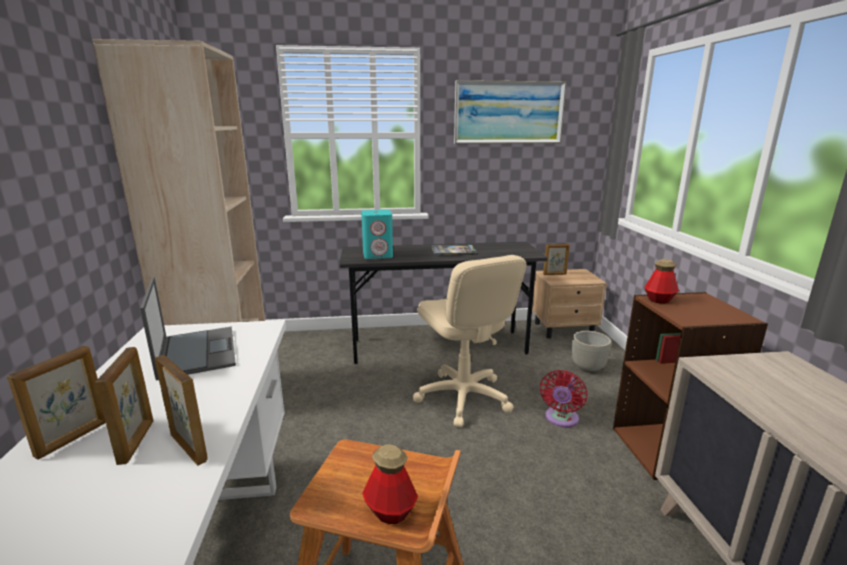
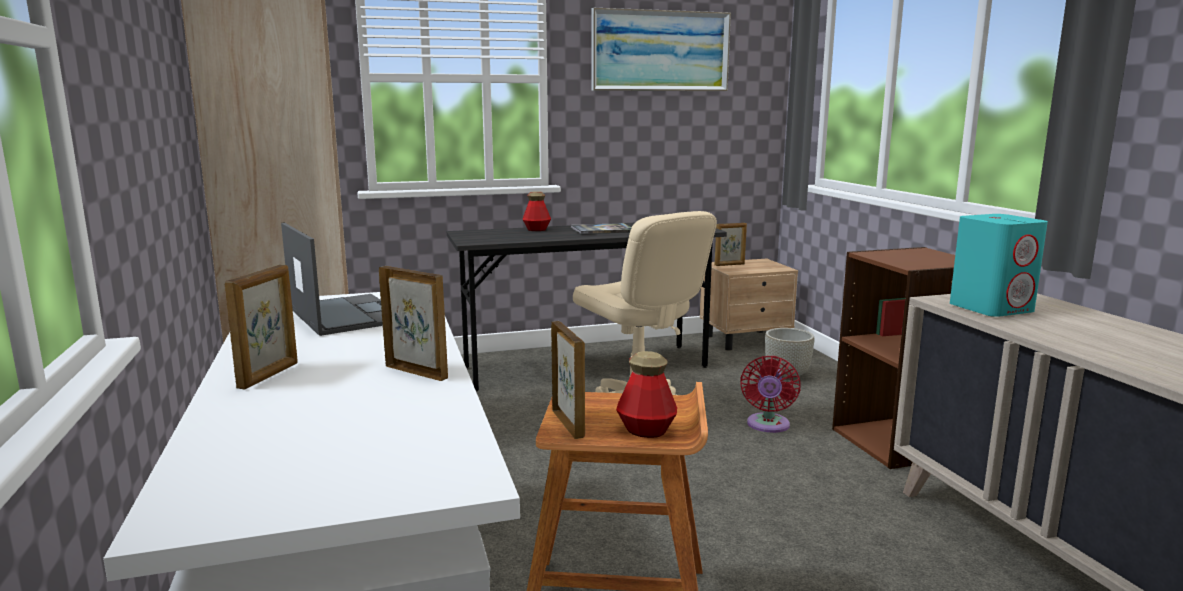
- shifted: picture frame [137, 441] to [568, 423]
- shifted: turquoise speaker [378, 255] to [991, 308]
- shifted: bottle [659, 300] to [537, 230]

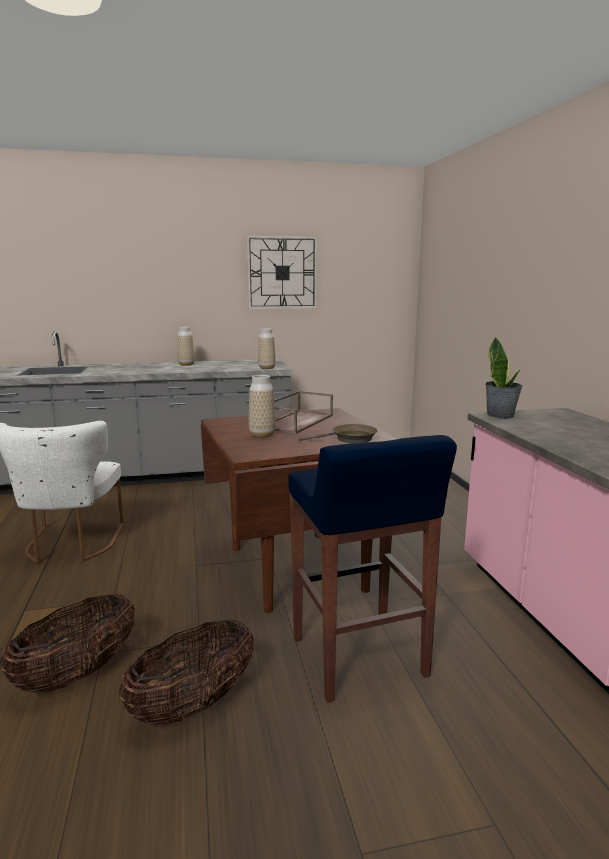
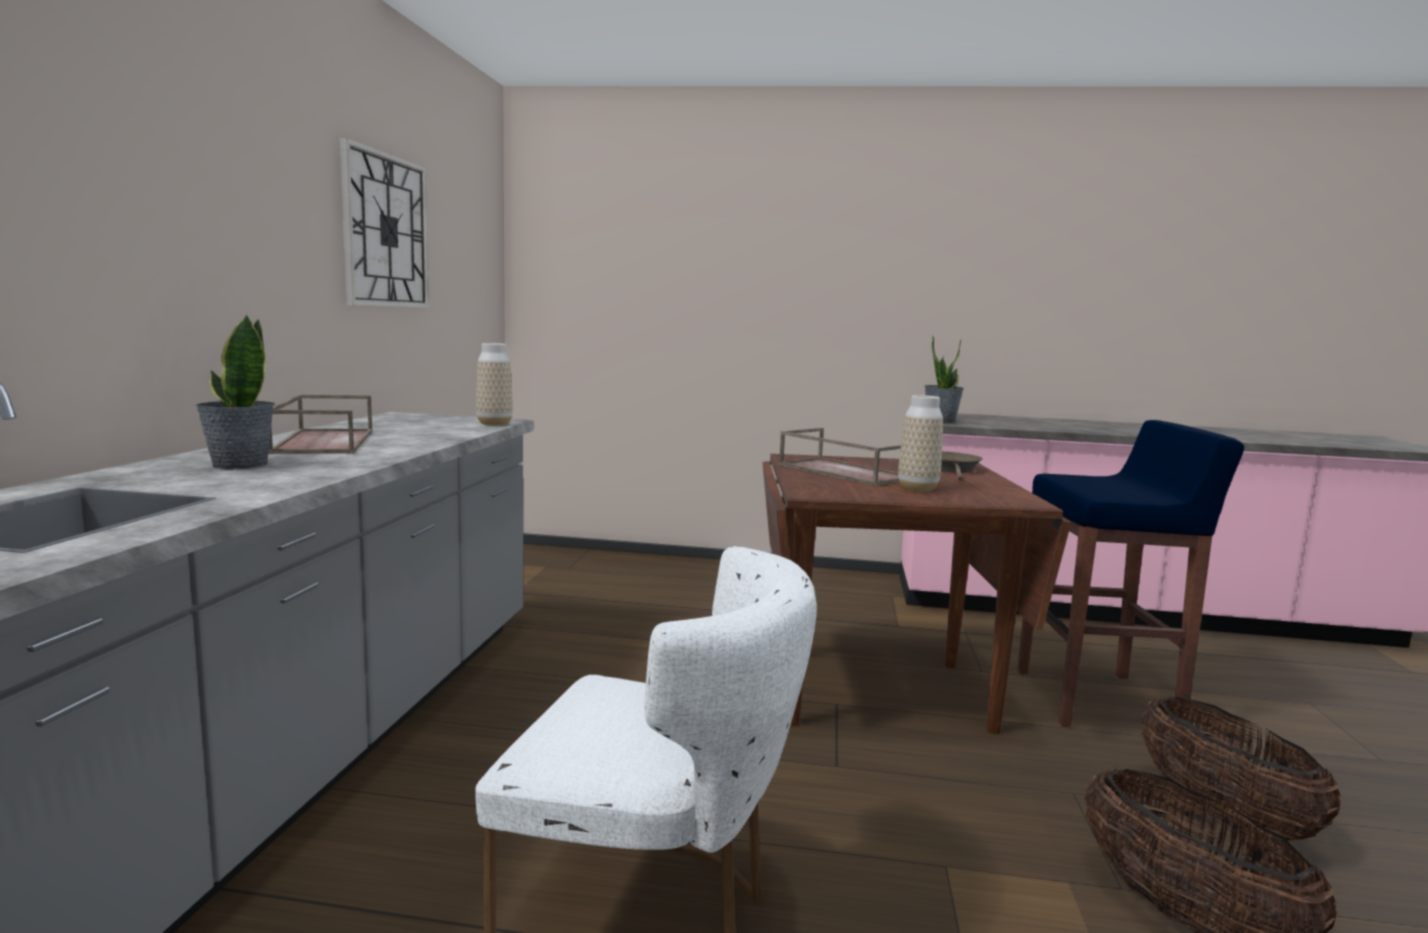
- swapped: vase [186, 365] to brown tray [323, 441]
- new: potted plant [239, 465]

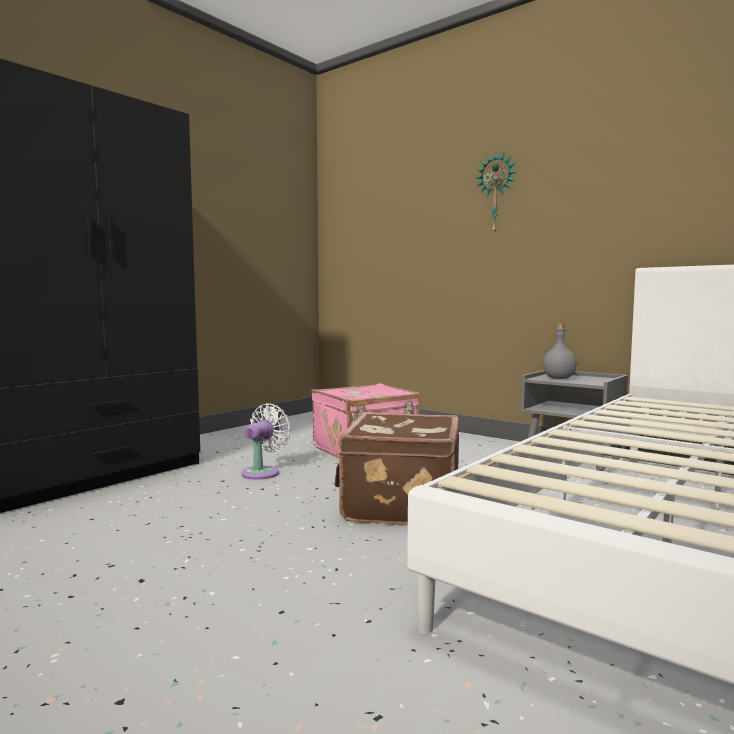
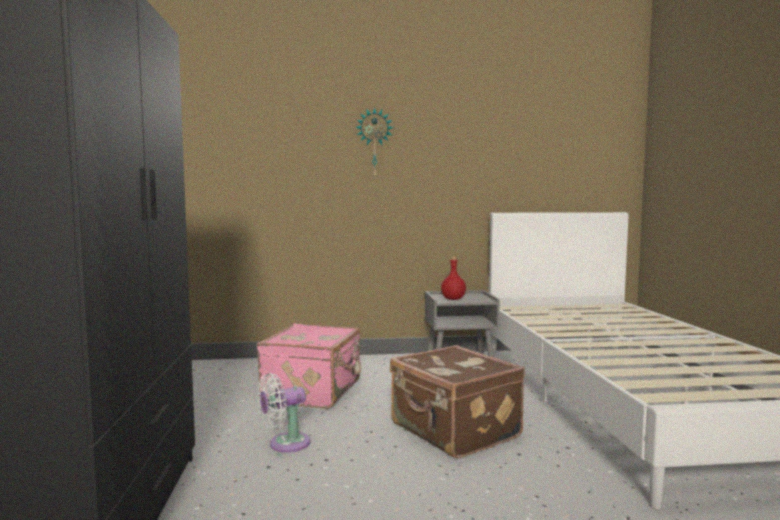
- rotated: white fan [263, 472] = [285, 444] 105 degrees counterclockwise
- repainted: grey bottle [559, 378] to red bottle [453, 299]

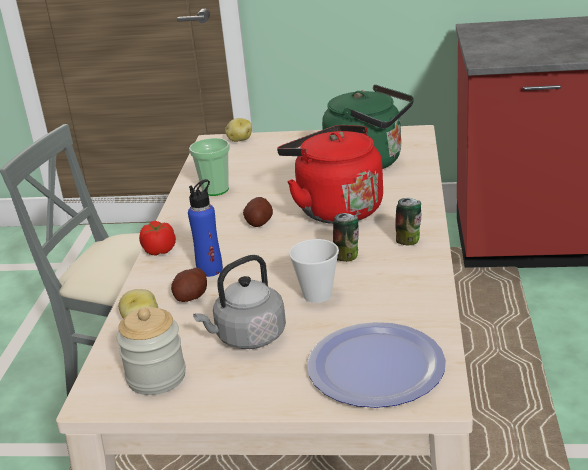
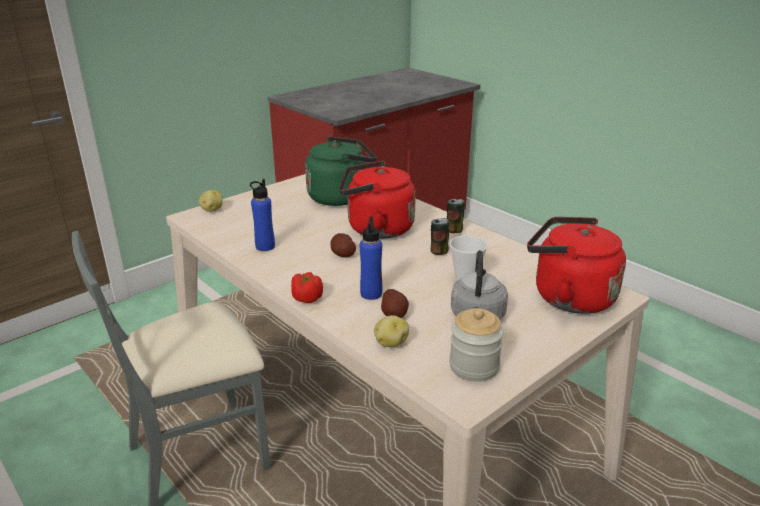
- swapped: cup [215, 190] to blue bottle [265, 246]
- swapped: plate [376, 366] to red kettle [568, 297]

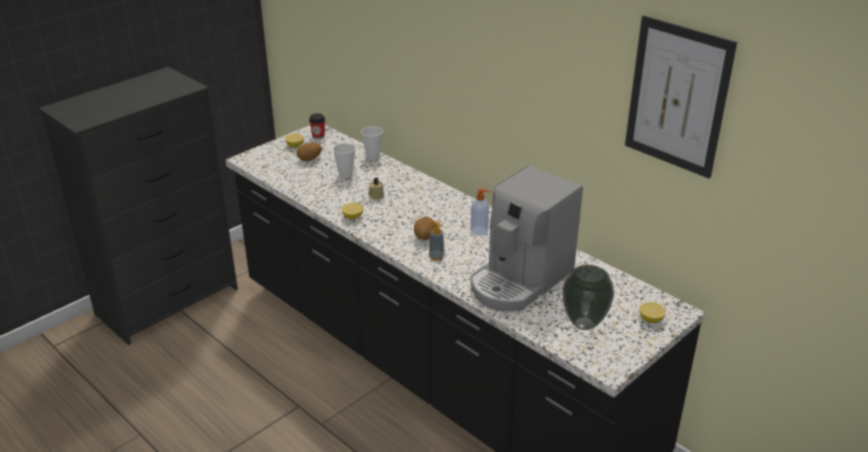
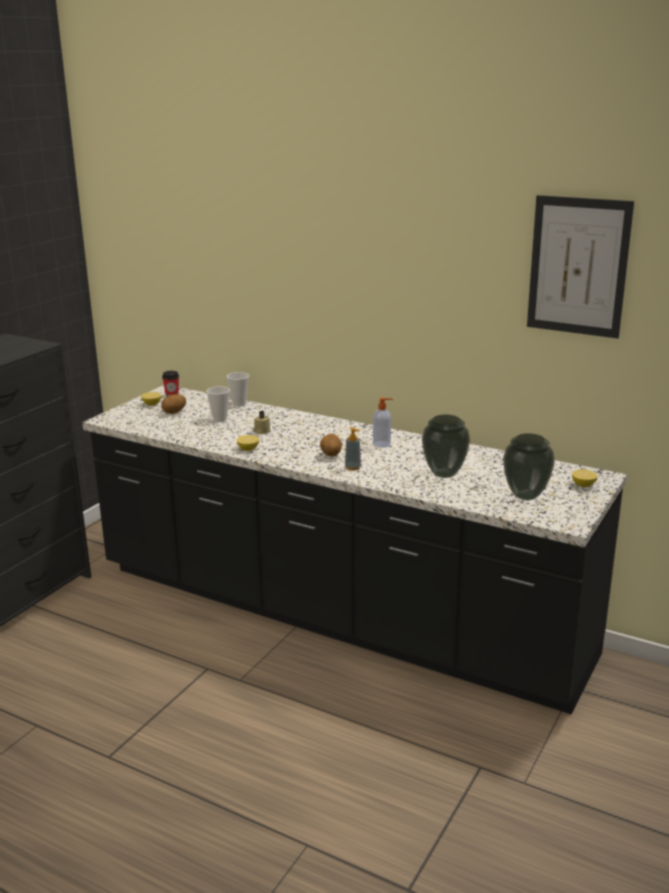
- swapped: coffee machine [520, 280] to vase [445, 474]

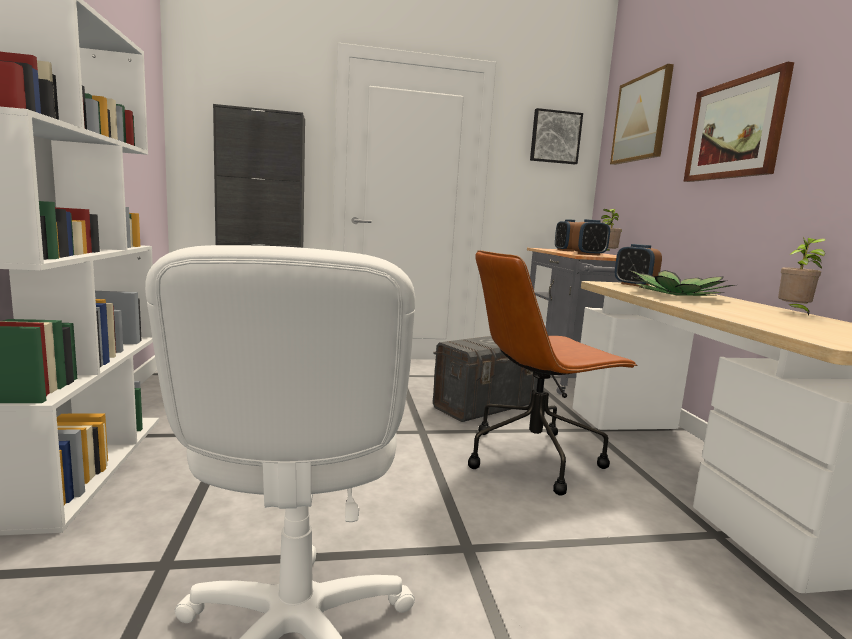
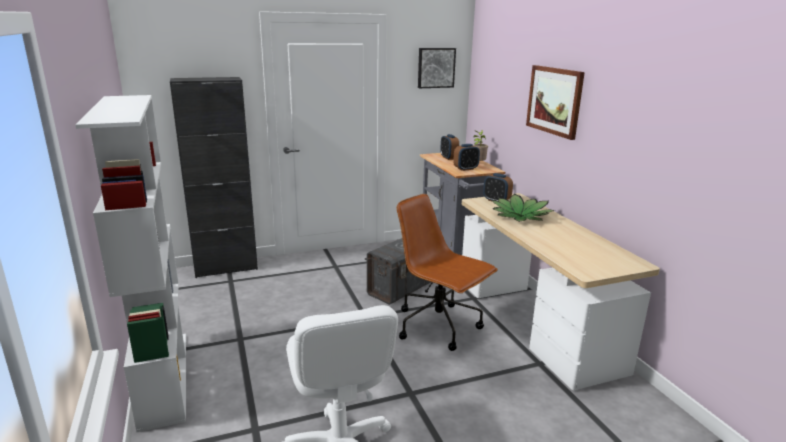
- rotated: brown office chair [534, 457] = [439, 326] 75 degrees clockwise
- gone: picture [641, 119]
- gone: potted plant [793, 312]

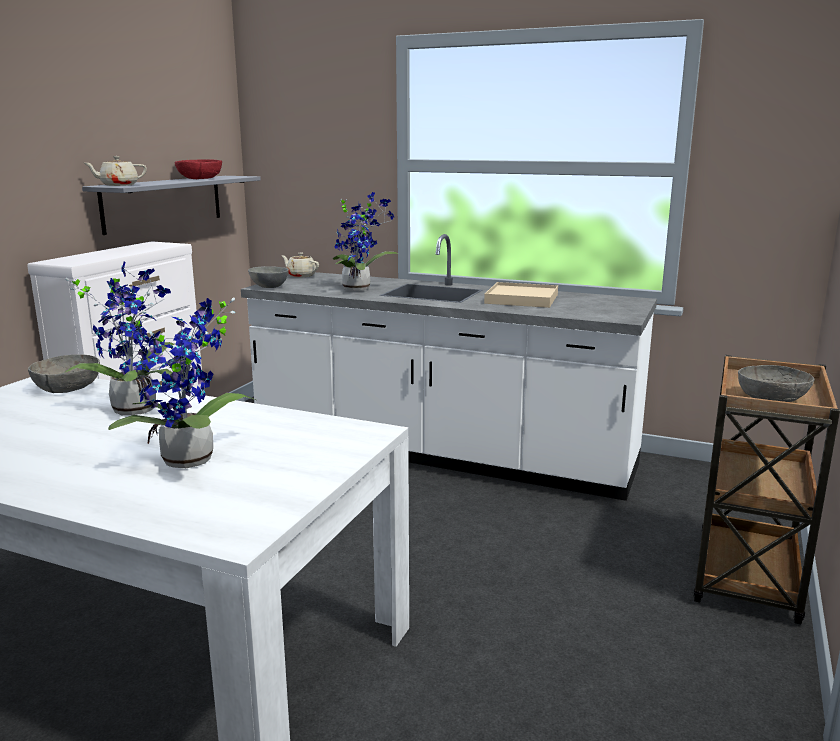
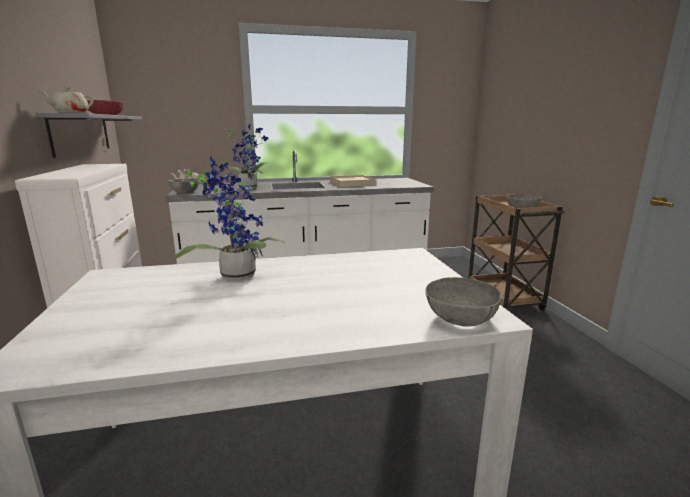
- shifted: grey bowl [67, 388] to [460, 317]
- gone: potted plant [192, 462]

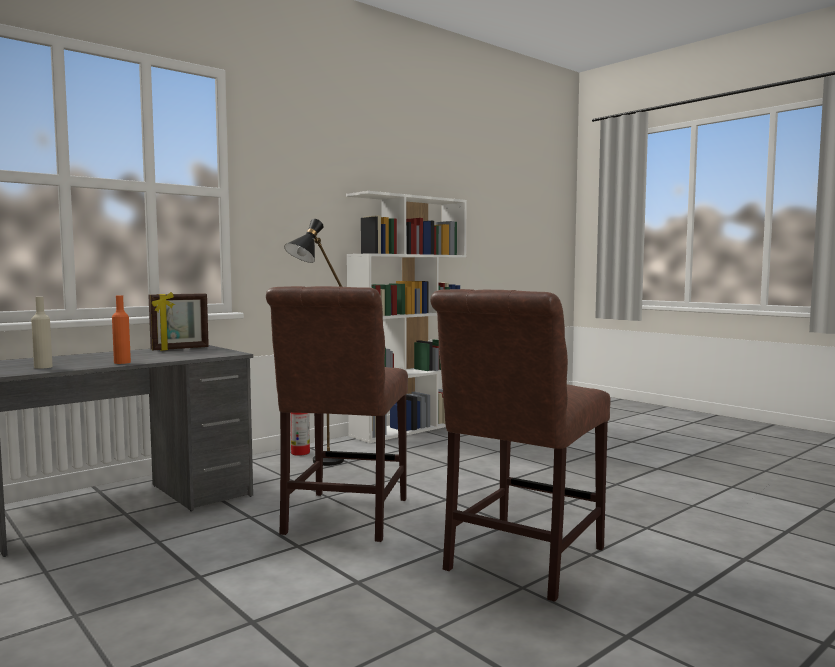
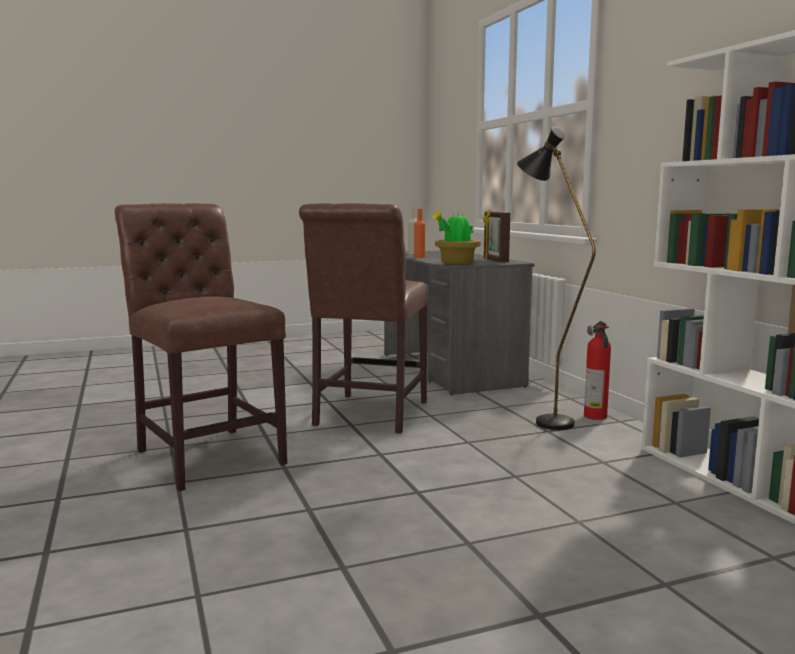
- rotated: brown chair [343, 518] = [368, 415] 105 degrees counterclockwise
- new: potted plant [455, 263]

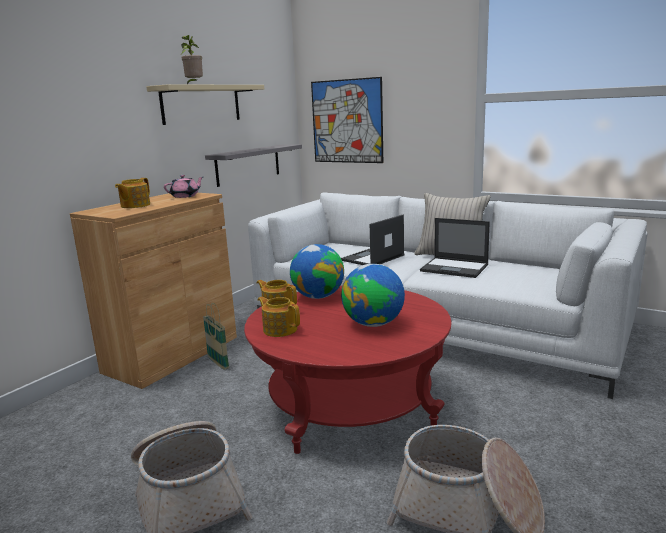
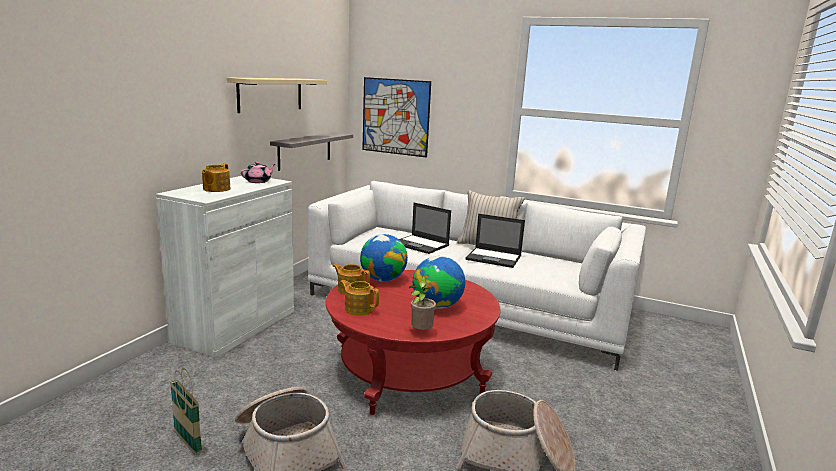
- repainted: brown cabinet [172, 354] to white cabinet [236, 326]
- shifted: potted plant [194, 84] to [420, 332]
- shifted: basket [218, 363] to [188, 442]
- rotated: laptop [372, 258] = [421, 244] 90 degrees counterclockwise

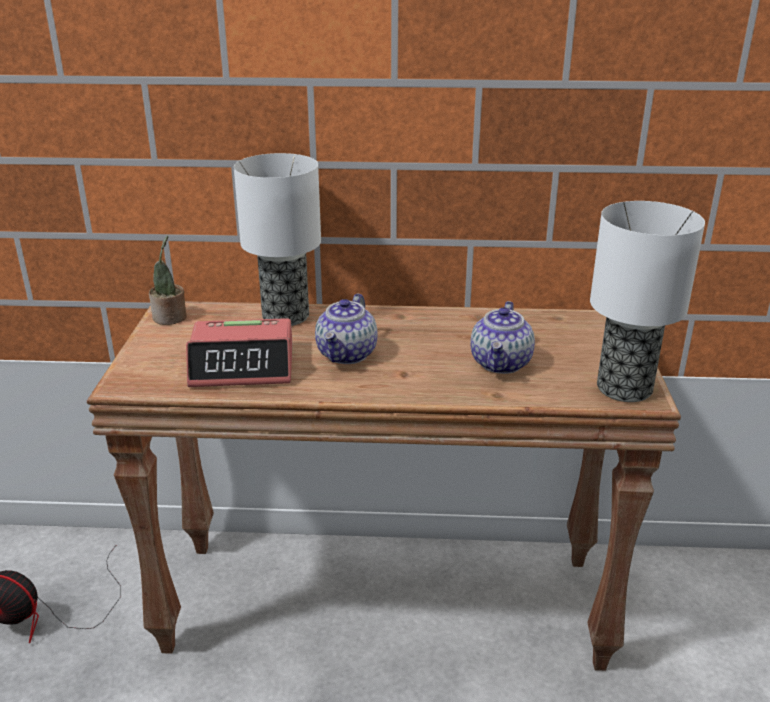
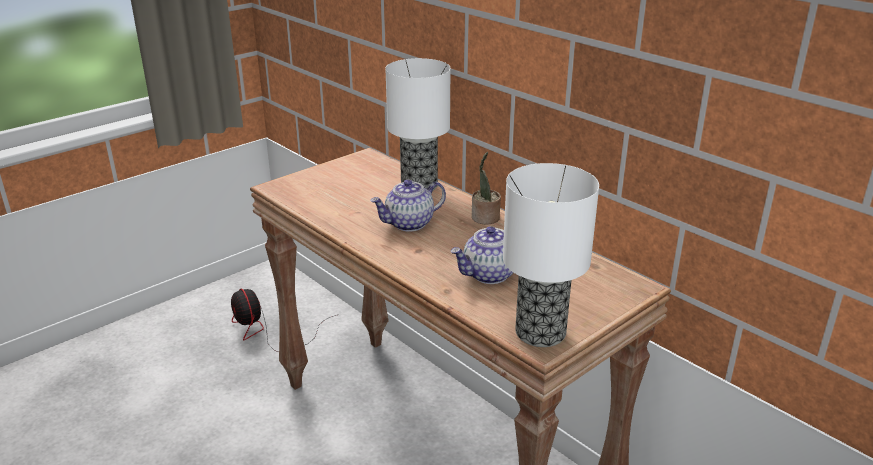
- shifted: potted plant [170, 318] to [485, 219]
- gone: alarm clock [243, 366]

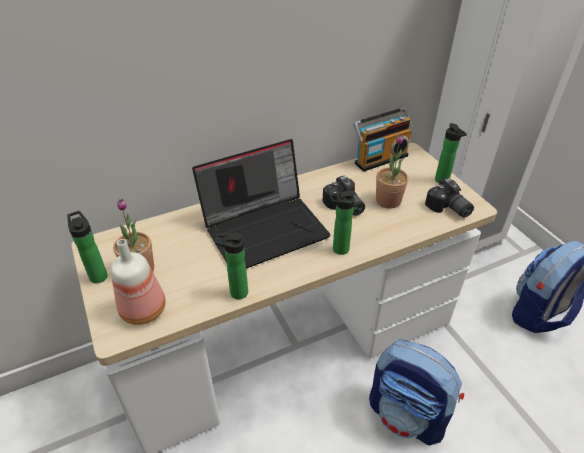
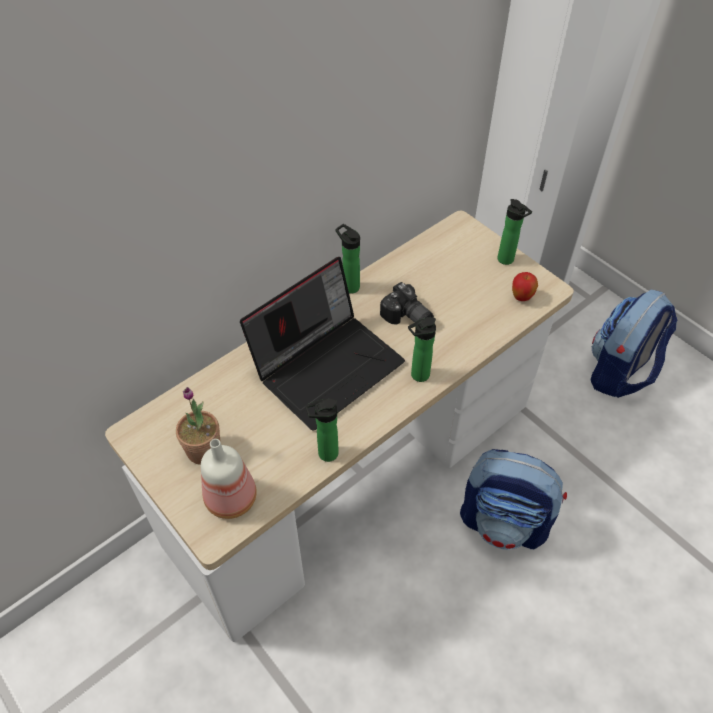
- shifted: bottle [97, 275] to [349, 286]
- gone: radio [379, 158]
- gone: potted plant [388, 200]
- swapped: photo camera [448, 209] to apple [521, 297]

